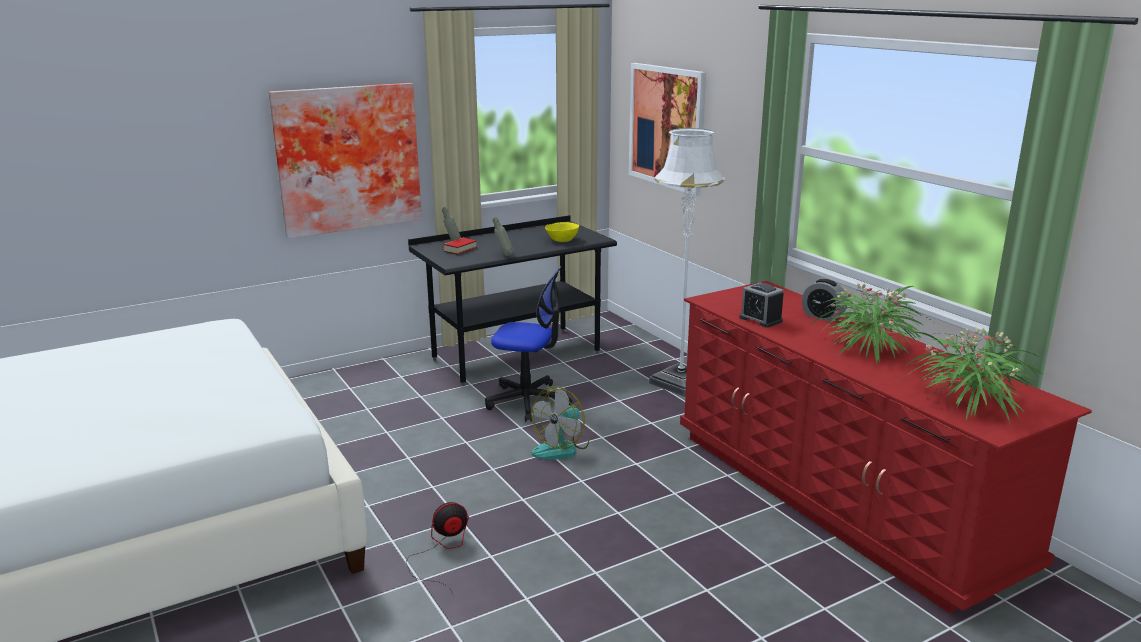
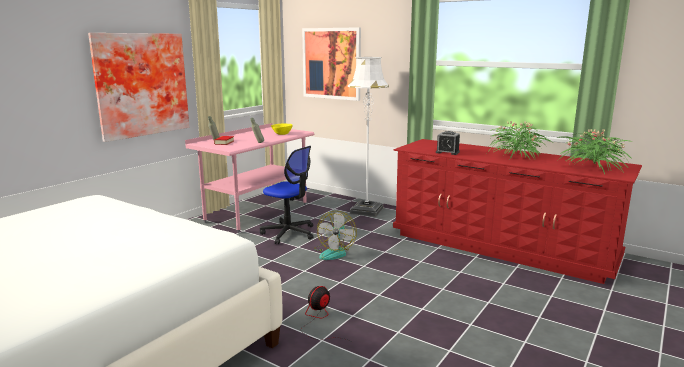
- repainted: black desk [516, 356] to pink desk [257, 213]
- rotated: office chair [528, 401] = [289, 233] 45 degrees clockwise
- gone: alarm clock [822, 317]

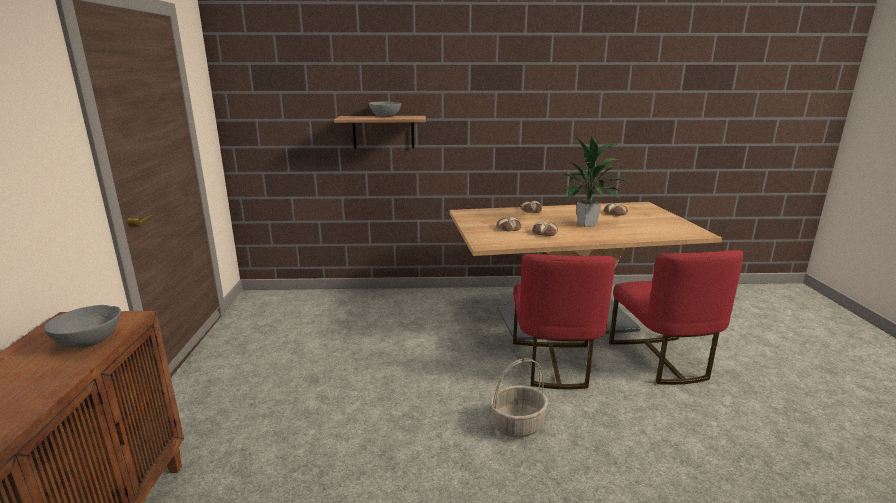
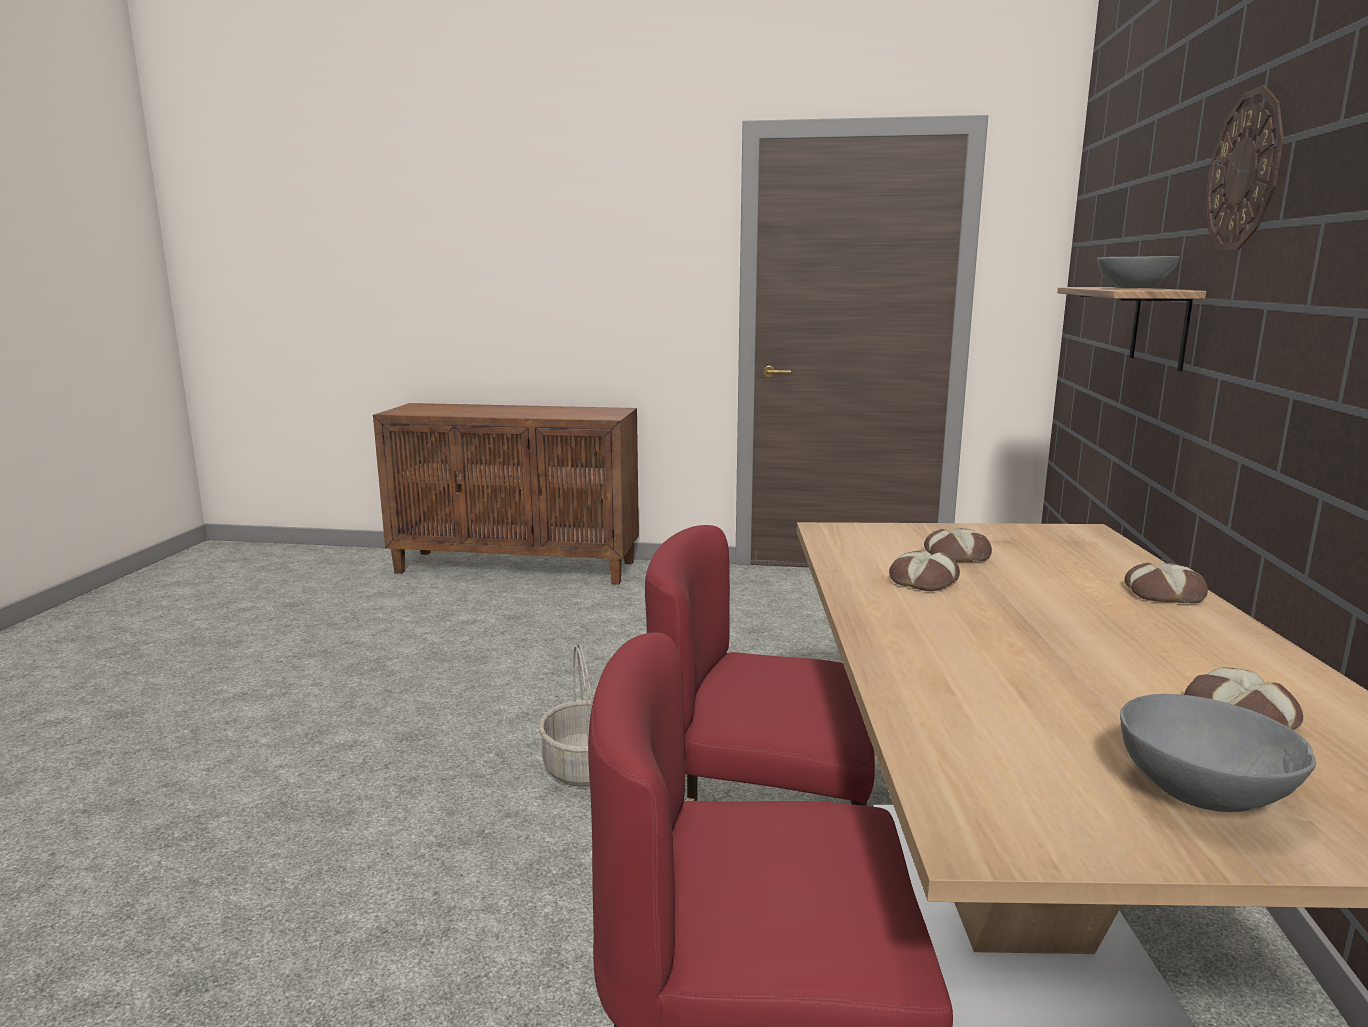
- shifted: grey bowl [89, 341] to [1202, 792]
- gone: potted plant [587, 224]
- new: wall clock [1245, 171]

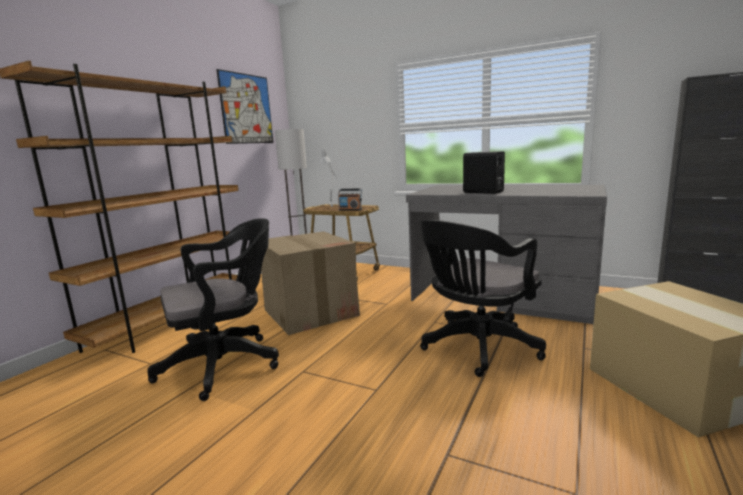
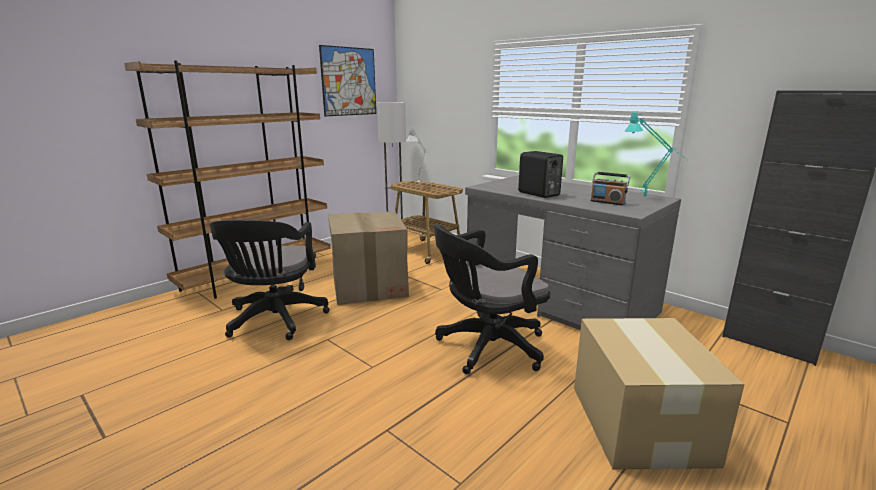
- rotated: black office chair [226, 364] = [274, 321] 105 degrees clockwise
- shifted: radio [350, 209] to [607, 202]
- new: turquoise table lamp [649, 197]

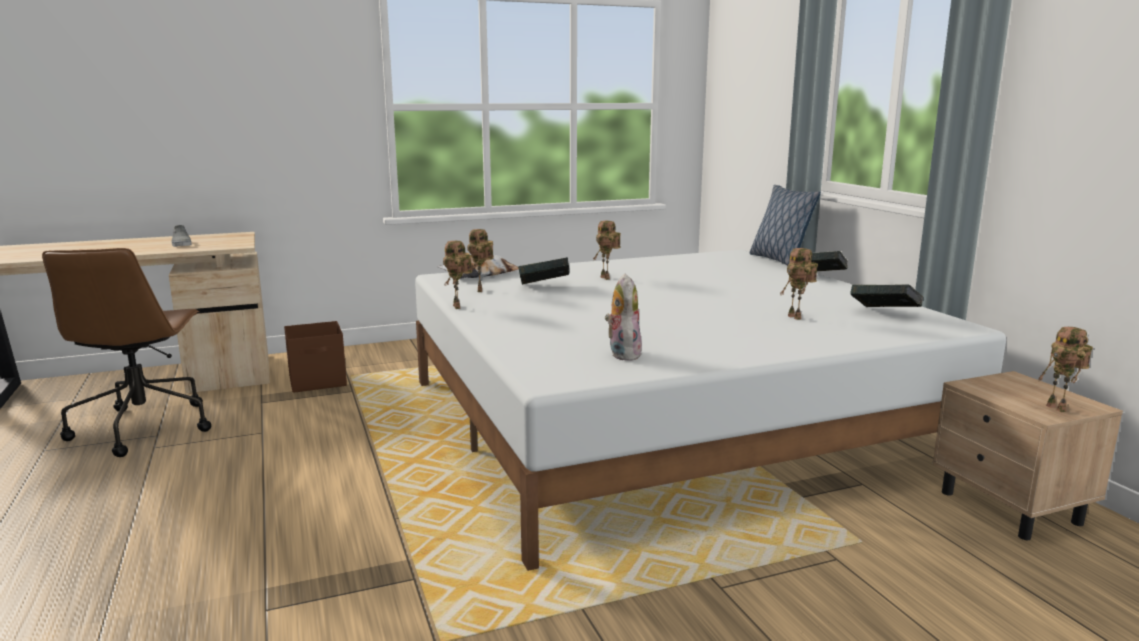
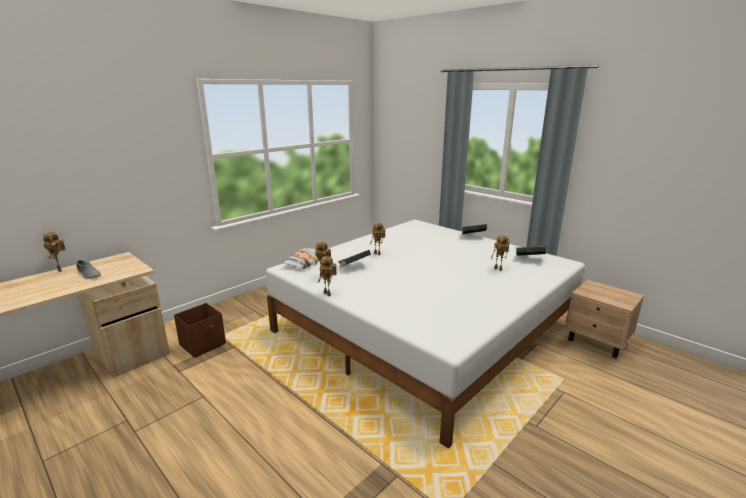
- gone: brown office chair [143, 427]
- gone: plush toy [622, 354]
- gone: pillow [779, 260]
- shifted: toy robot [1059, 409] to [61, 270]

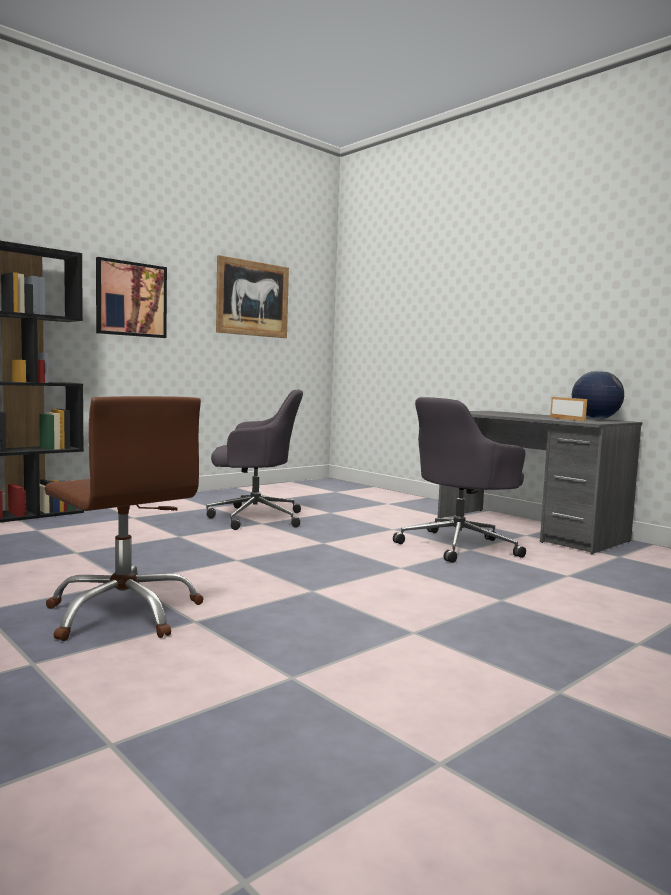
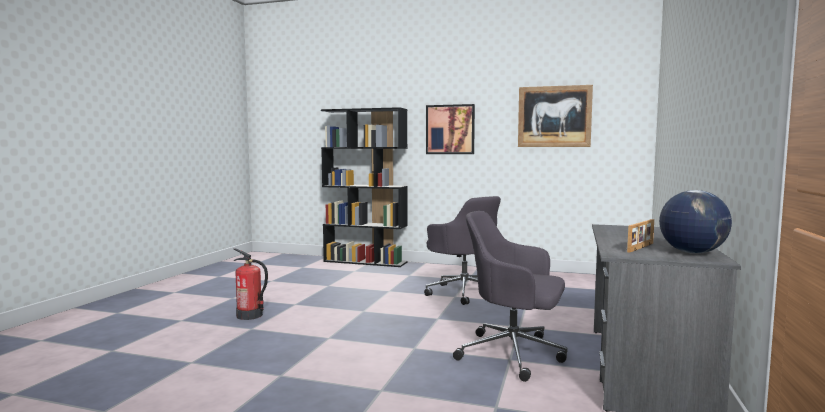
- swapped: brown office chair [124, 613] to fire extinguisher [250, 316]

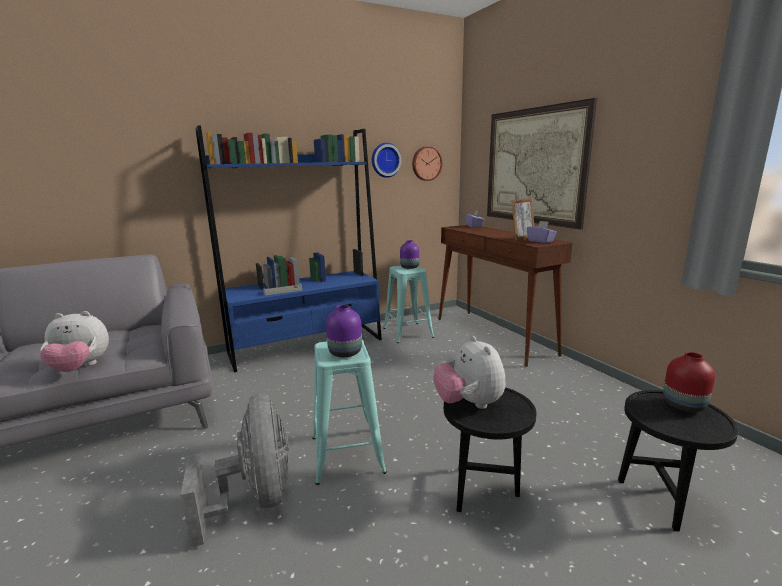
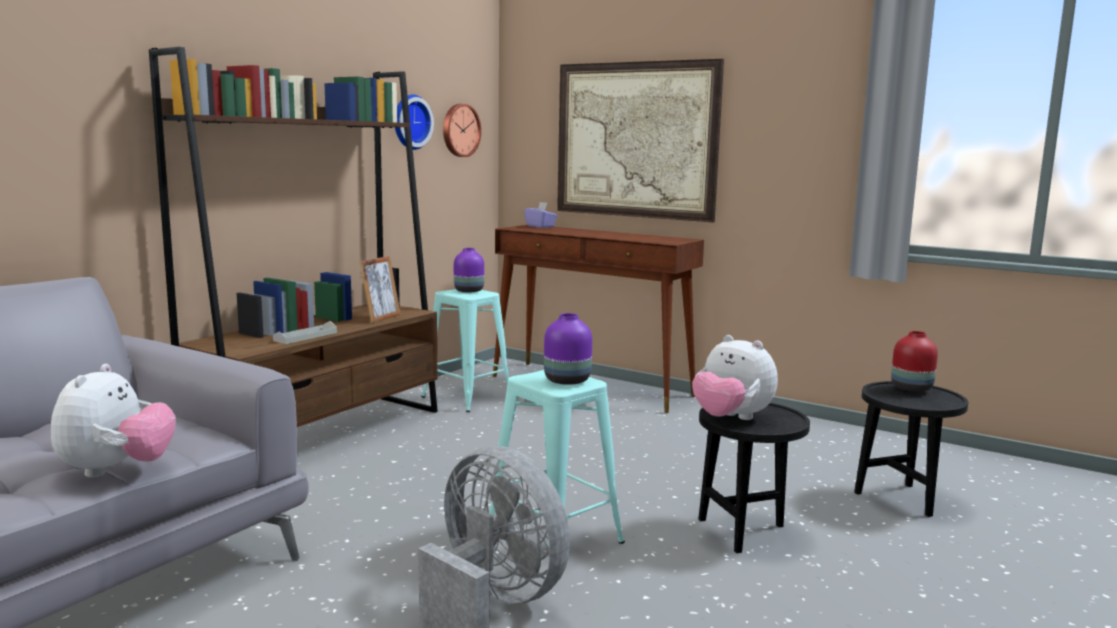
- rotated: plush toy [80, 368] = [116, 470] 45 degrees counterclockwise
- repainted: blue bookcase [307, 346] to brown bookcase [322, 436]
- shifted: picture frame [522, 238] to [381, 318]
- gone: purple tissue box [540, 241]

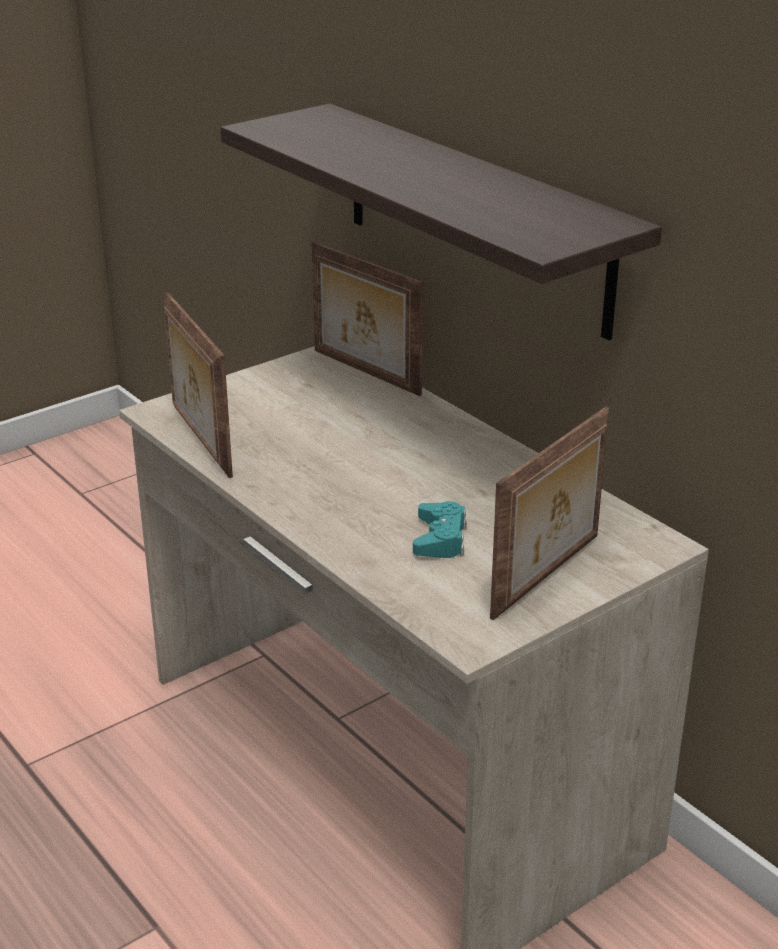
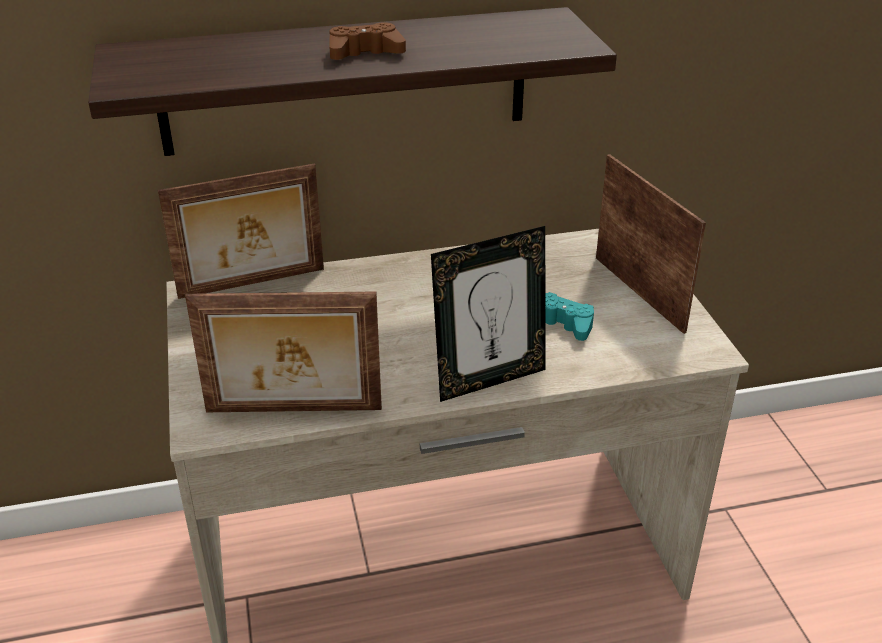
- new: brown game controller [364, 52]
- new: picture frame [489, 379]

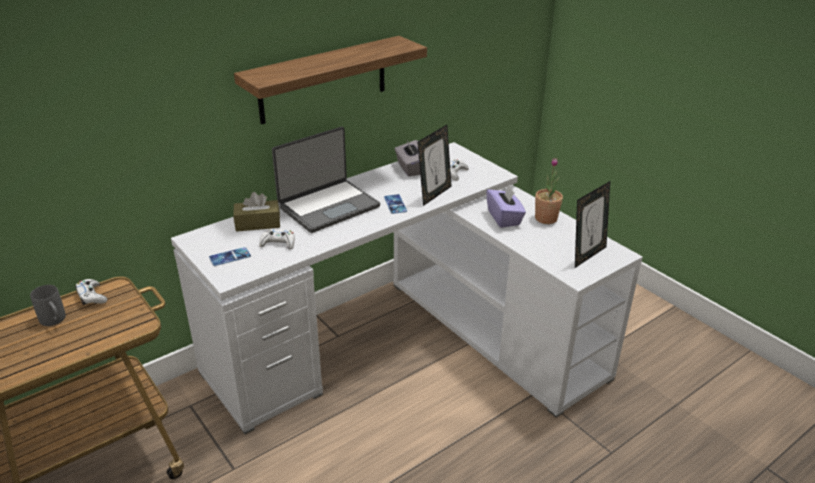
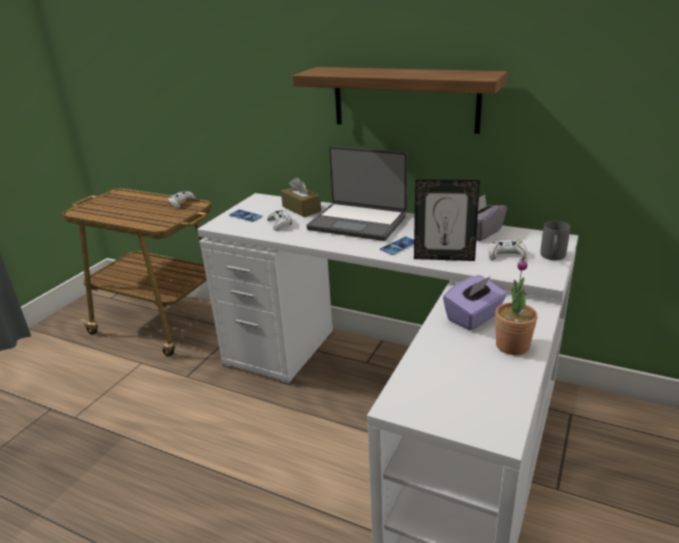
- shifted: grey mug [55, 321] to [552, 257]
- gone: picture frame [587, 255]

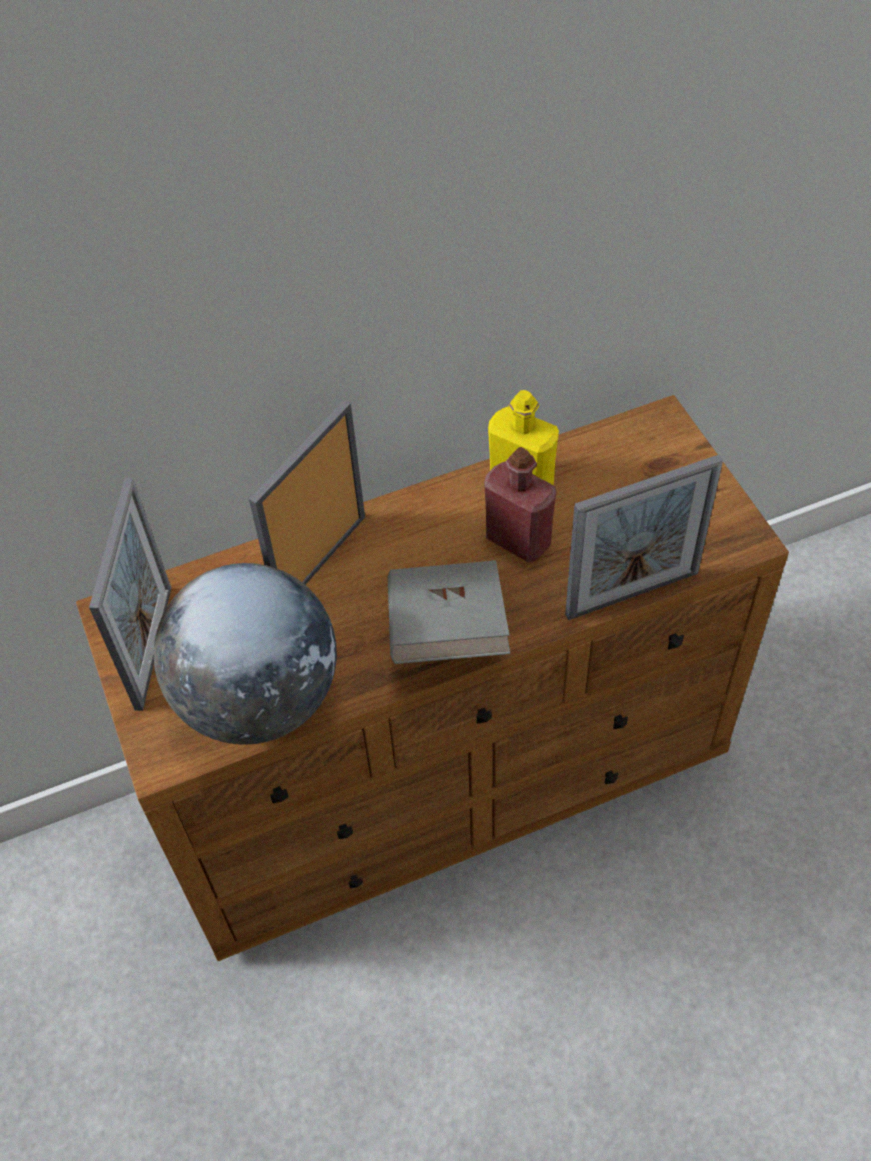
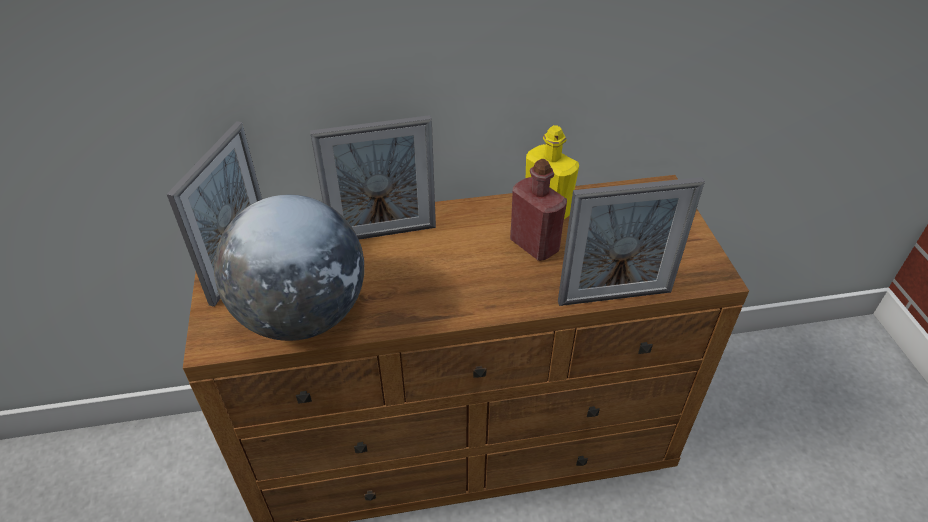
- rotated: picture frame [321, 562] = [383, 234] 150 degrees counterclockwise
- gone: grey book [446, 632]

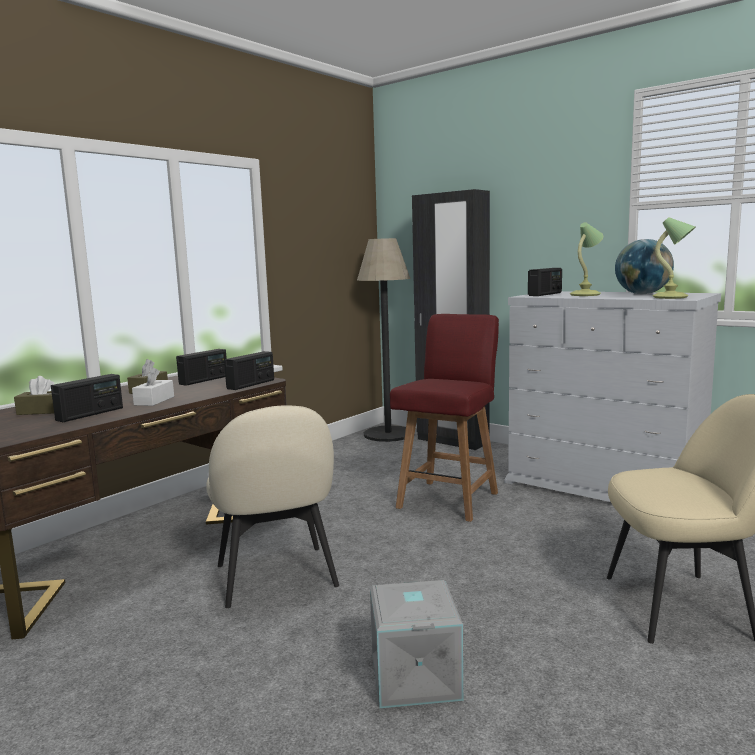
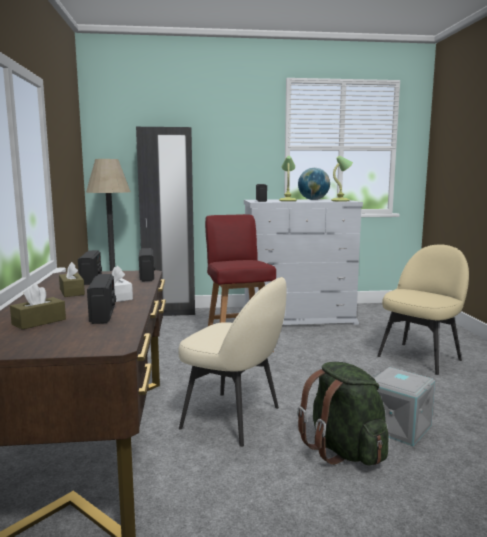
- new: green backpack [344, 450]

